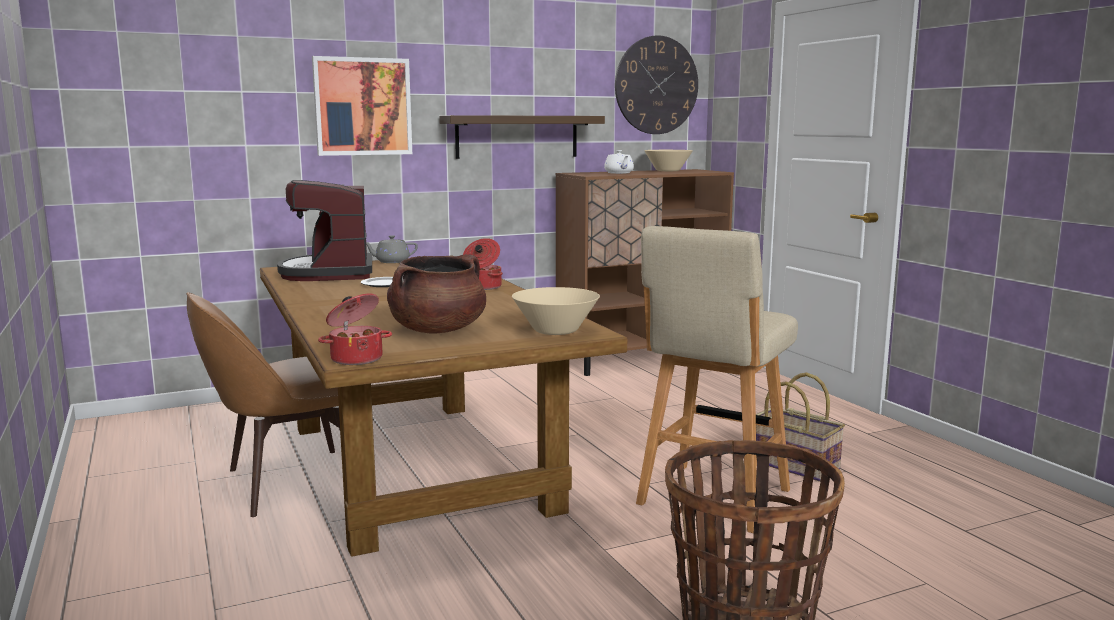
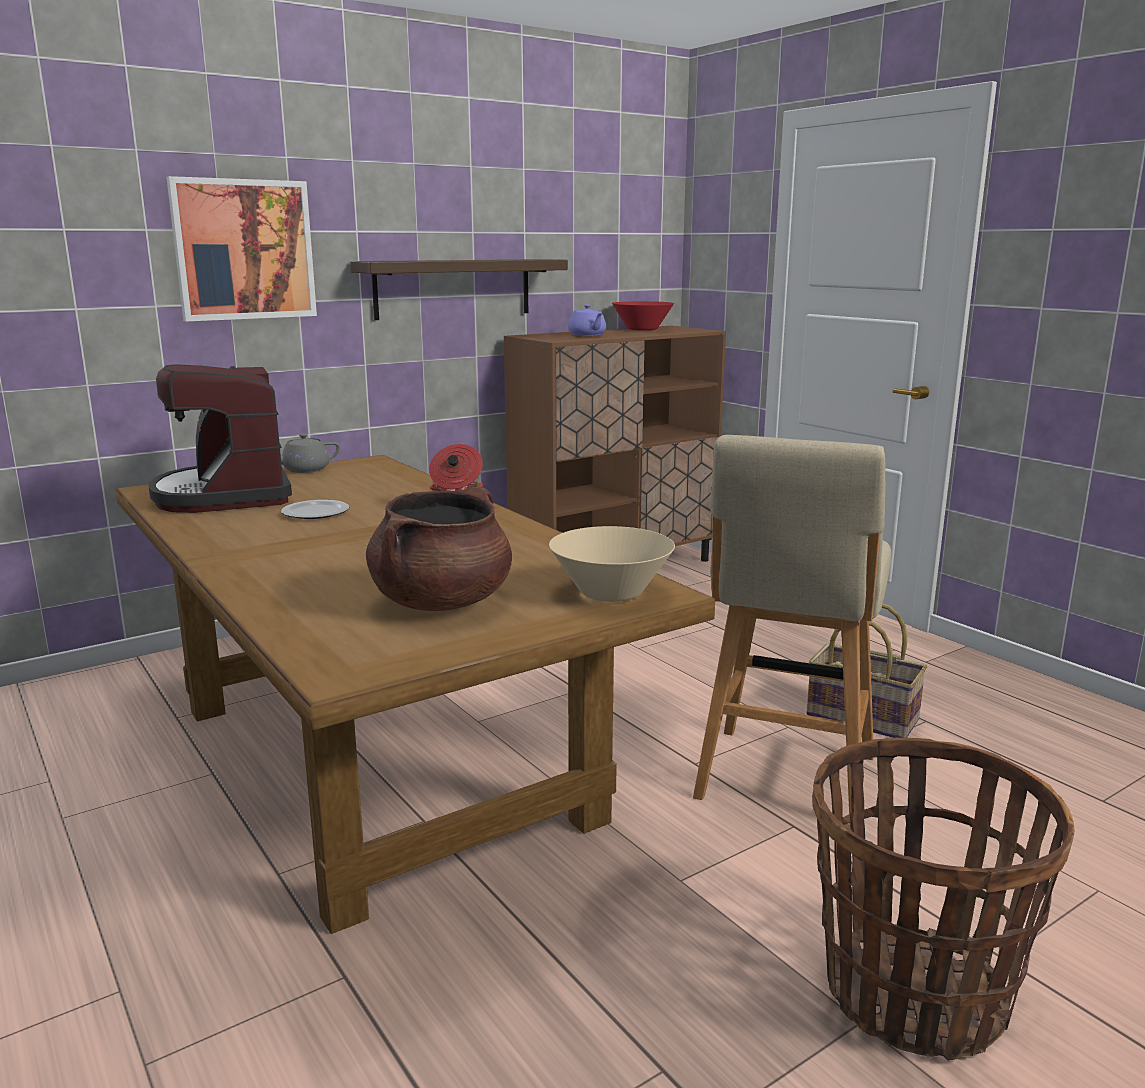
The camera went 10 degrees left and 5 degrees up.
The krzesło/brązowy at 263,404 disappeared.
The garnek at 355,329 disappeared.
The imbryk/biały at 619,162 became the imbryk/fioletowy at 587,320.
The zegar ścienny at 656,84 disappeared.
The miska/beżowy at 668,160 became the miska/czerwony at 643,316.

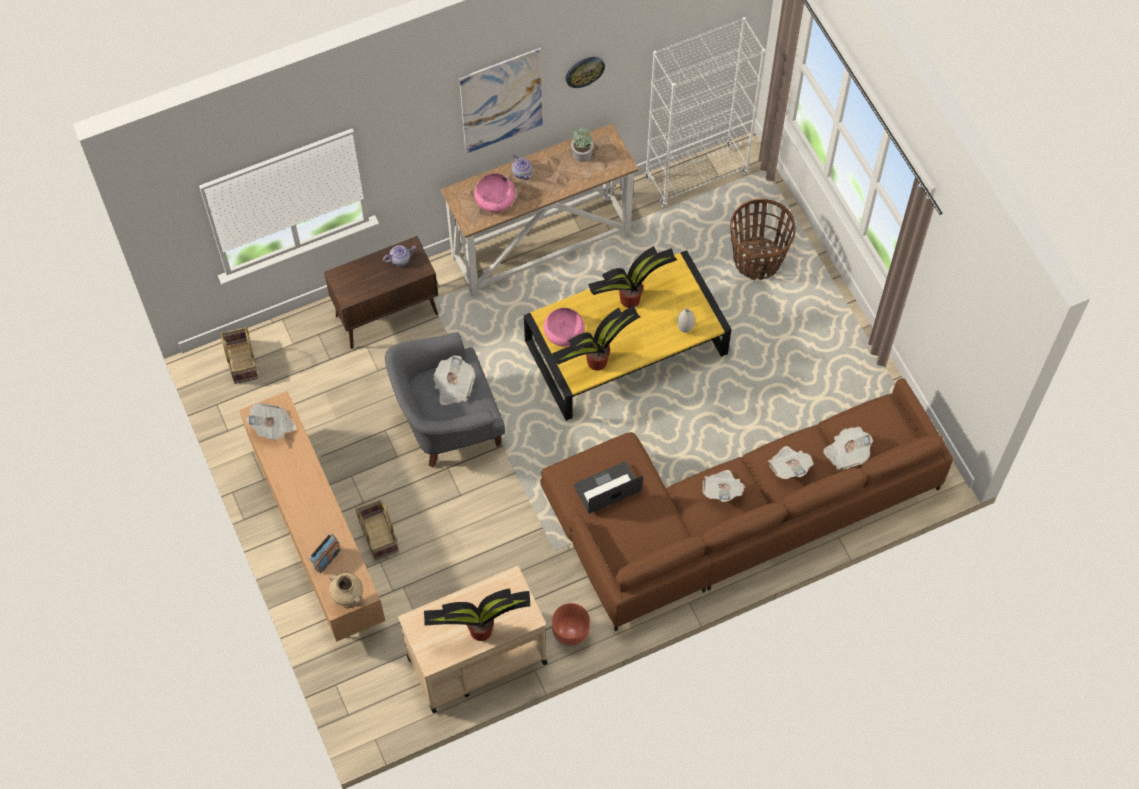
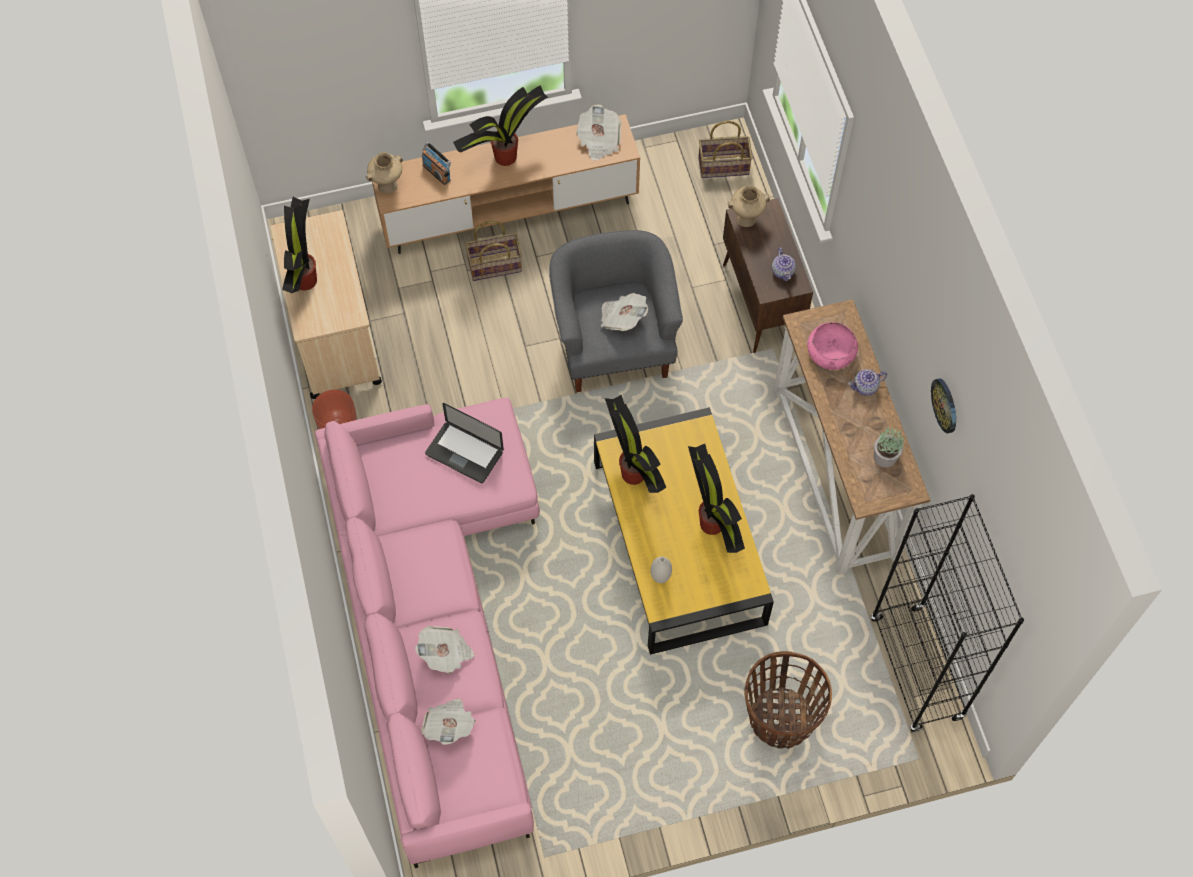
The camera went 100 degrees right and 0 degrees up.
The obraz at 500,101 disappeared.
The kanapa/brązowy at 747,504 became the kanapa/różowy at 427,633.
The miska/różowy at 564,327 disappeared.
The laptop at 608,487 turned 135 degrees clockwise.
The regał/biały at 705,112 became the regał/czarny at 947,613.
The gazeta at 723,486 disappeared.
The roślina doniczkowa at 500,125 appeared.
The wazon/beżowy at 749,206 appeared.

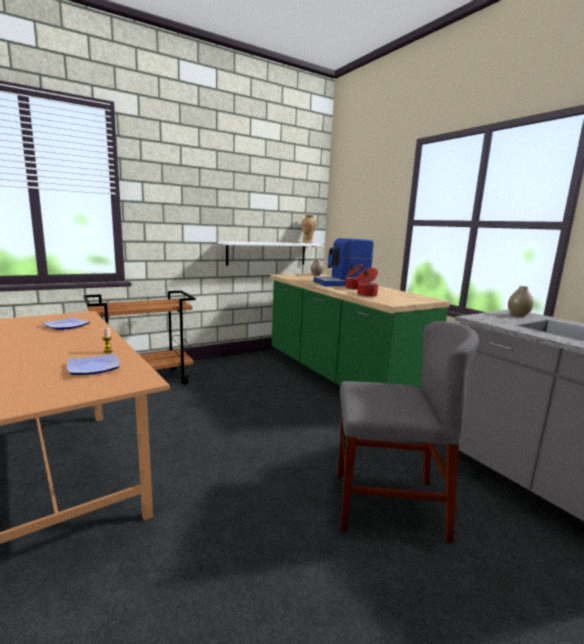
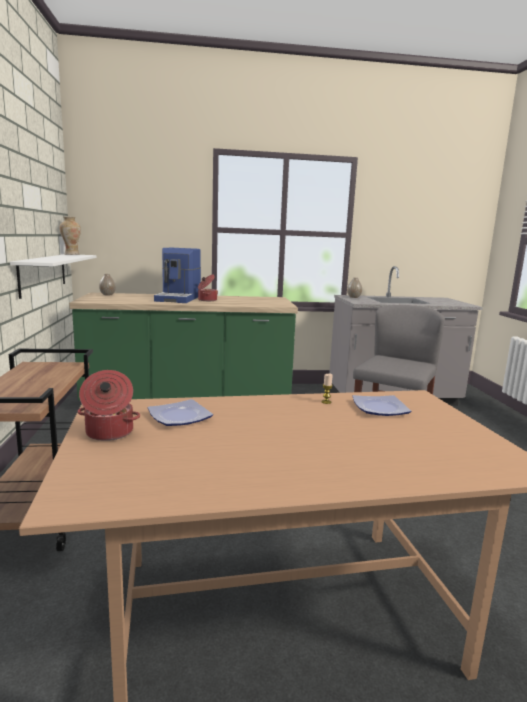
The camera went 65 degrees left and 0 degrees up.
The garnek moved from 367,282 to 108,405.

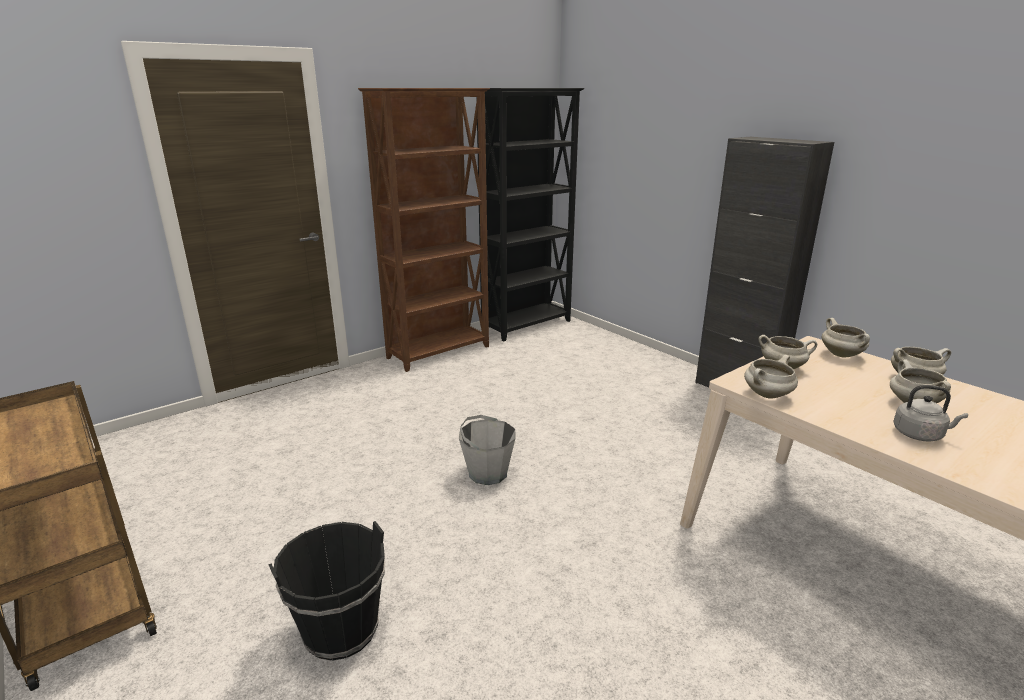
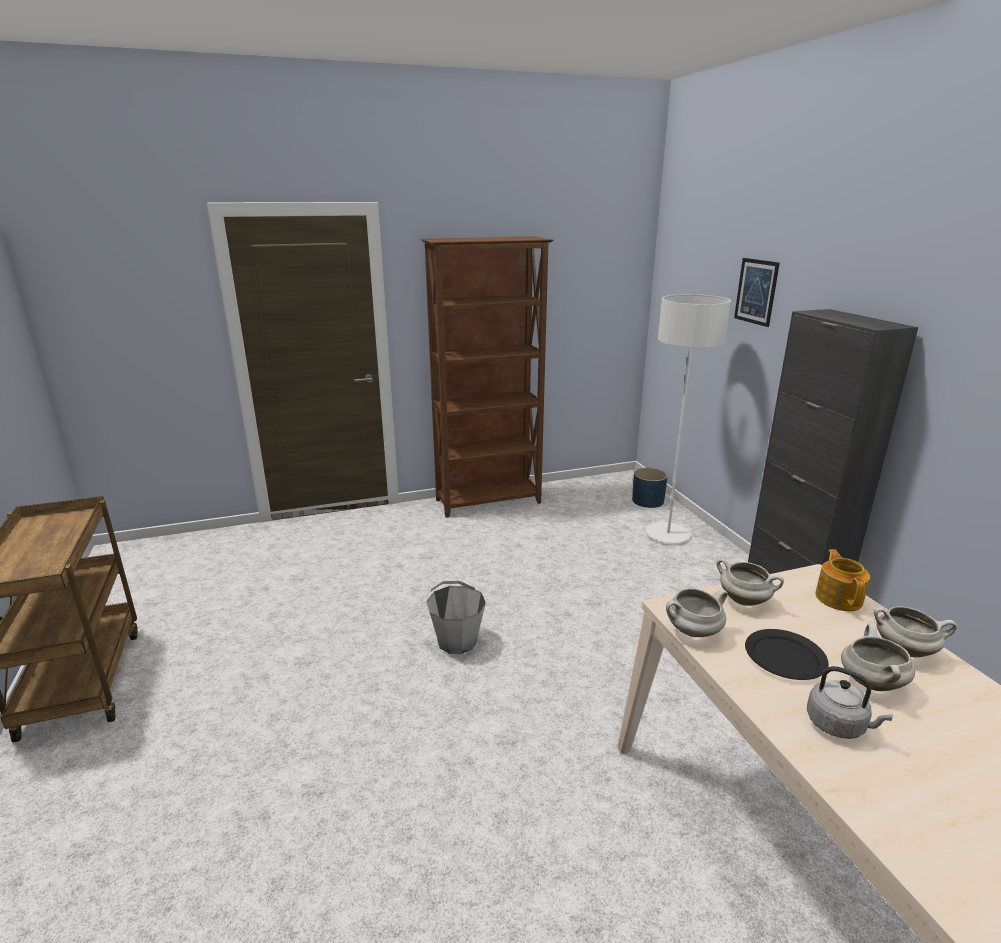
The camera went 20 degrees right and 0 degrees up.
The wiadro/czarny at 327,590 disappeared.
The regał/czarny at 530,214 disappeared.
The garnek/biały at 846,337 was replaced by the imbryk at 842,580.
The donica/niebieski at 650,488 appeared.
The lampa stojąca/biały at 688,418 appeared.
The obraz at 757,292 appeared.
The talerz/czarny at 787,654 appeared.

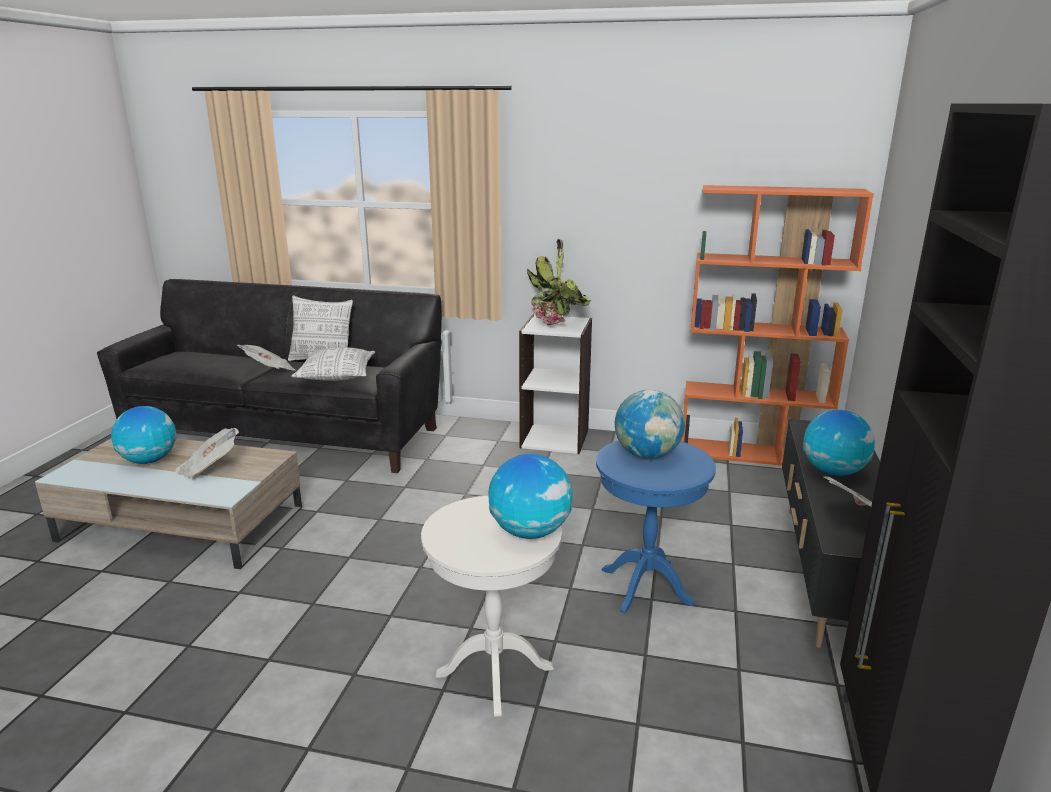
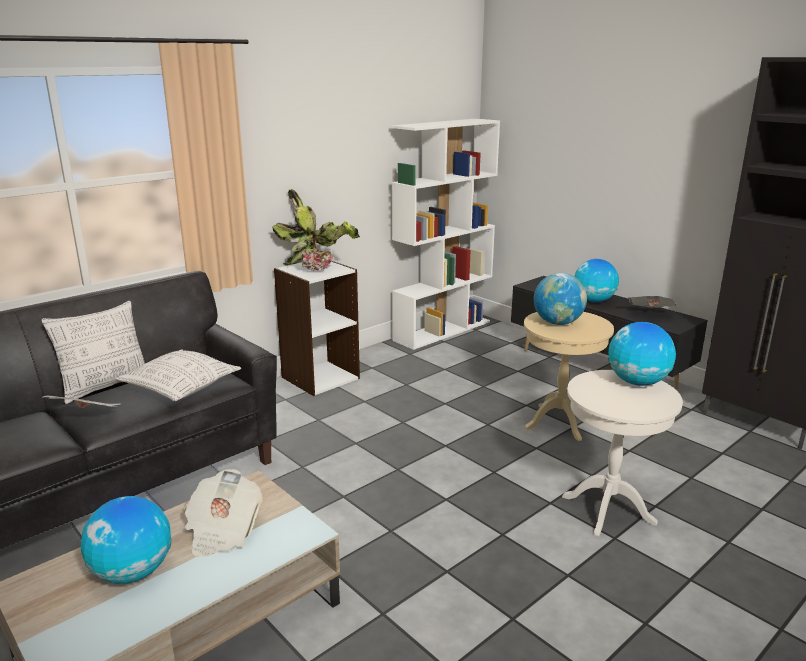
The camera went 55 degrees left and 0 degrees up.
The stolik/niebieski at 656,526 became the stolik/beżowy at 569,376.
The regał/pomarańczowy at 777,325 became the regał/biały at 445,234.

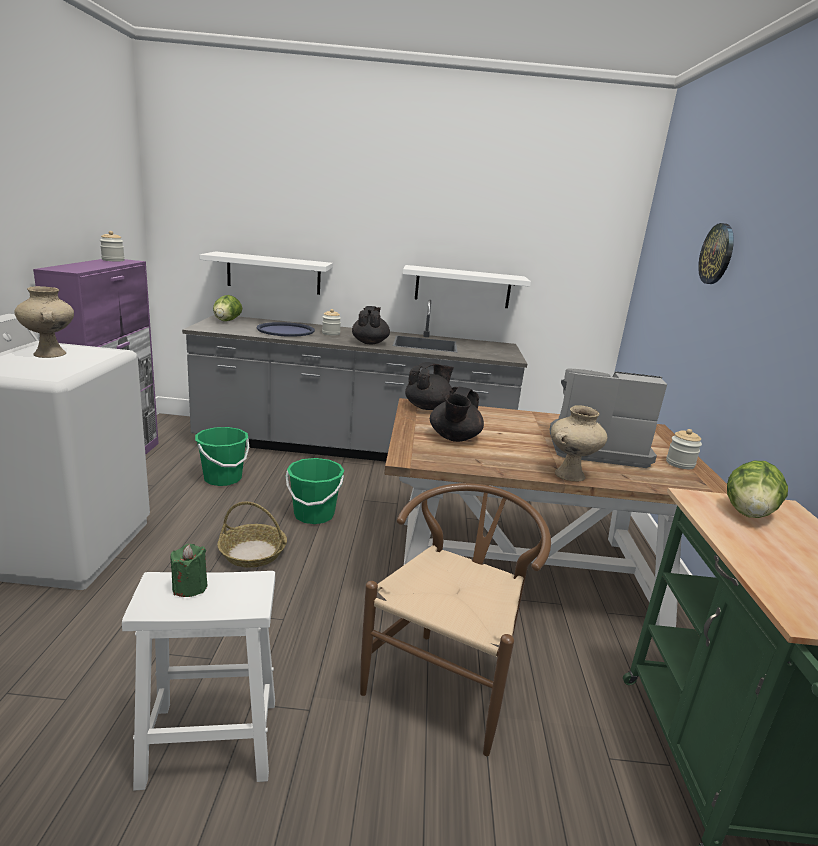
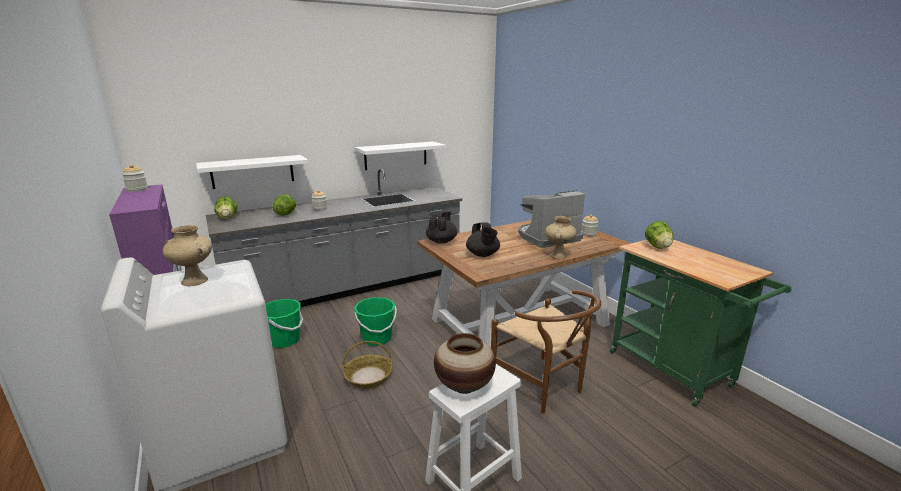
The camera went 30 degrees left and 0 degrees up.
The świeca/zielony at 188,570 was replaced by the wazon at 465,363.
The taca/niebieski at 286,329 was replaced by the sałata at 284,205.
The imbryk/czarny at 371,325 disappeared.
The krzesło/brązowy at 455,619 turned 150 degrees clockwise.
The zegar ścienny at 716,253 disappeared.

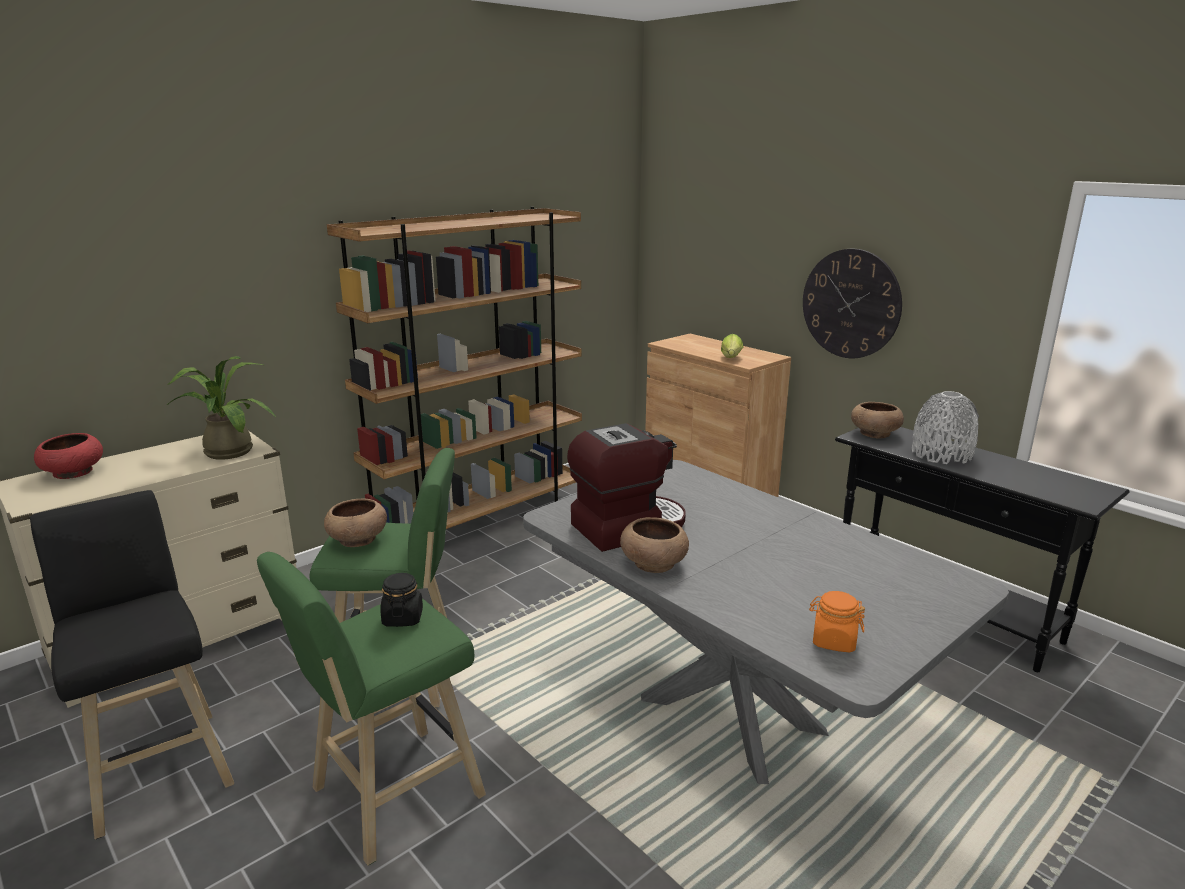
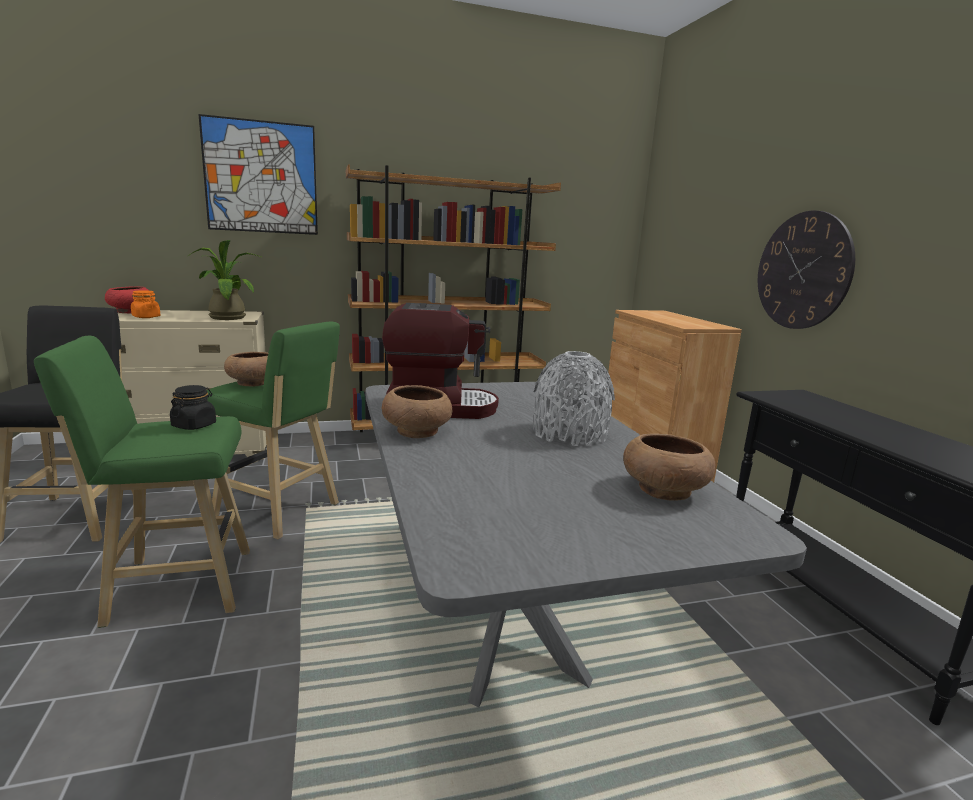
The camera went 25 degrees right and 5 degrees down.
The sałata at 732,346 disappeared.
The słoik/pomarańczowy moved from 837,621 to 146,304.
The miska/brązowy moved from 877,420 to 669,467.
The wazon/szary moved from 945,427 to 574,398.
The obraz at 258,174 appeared.

